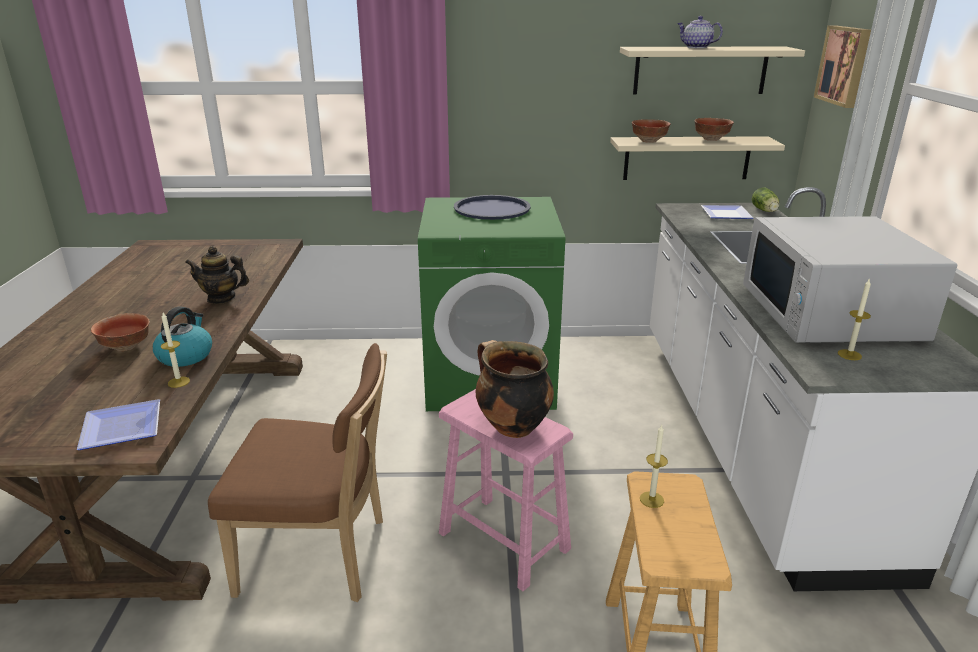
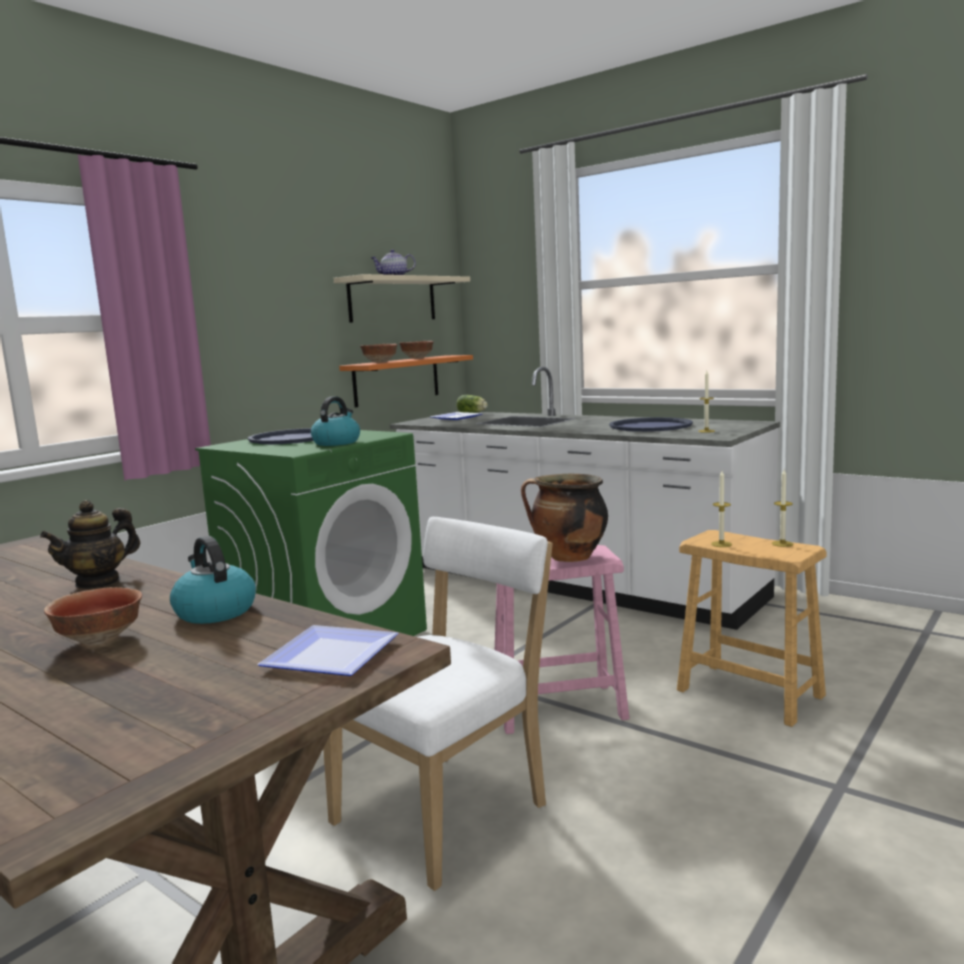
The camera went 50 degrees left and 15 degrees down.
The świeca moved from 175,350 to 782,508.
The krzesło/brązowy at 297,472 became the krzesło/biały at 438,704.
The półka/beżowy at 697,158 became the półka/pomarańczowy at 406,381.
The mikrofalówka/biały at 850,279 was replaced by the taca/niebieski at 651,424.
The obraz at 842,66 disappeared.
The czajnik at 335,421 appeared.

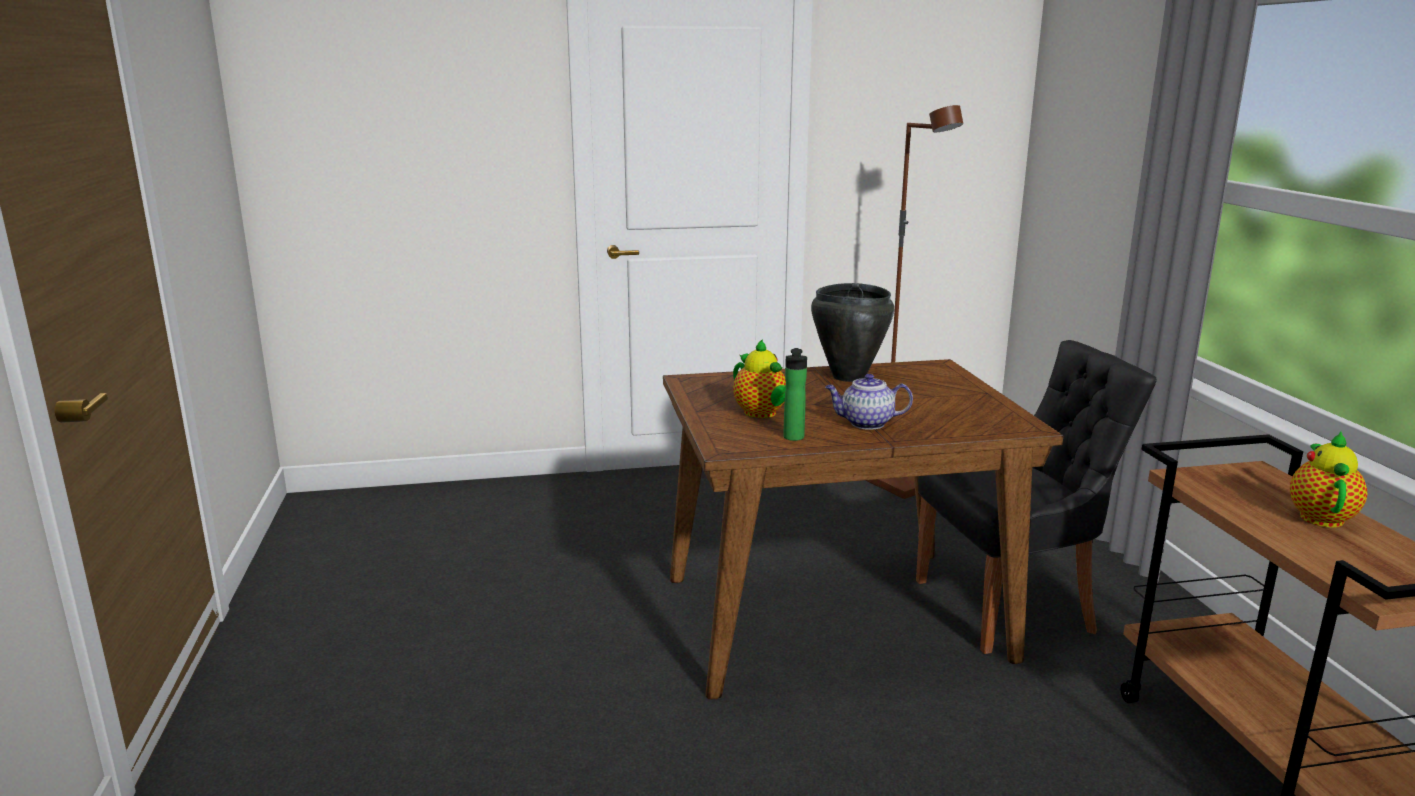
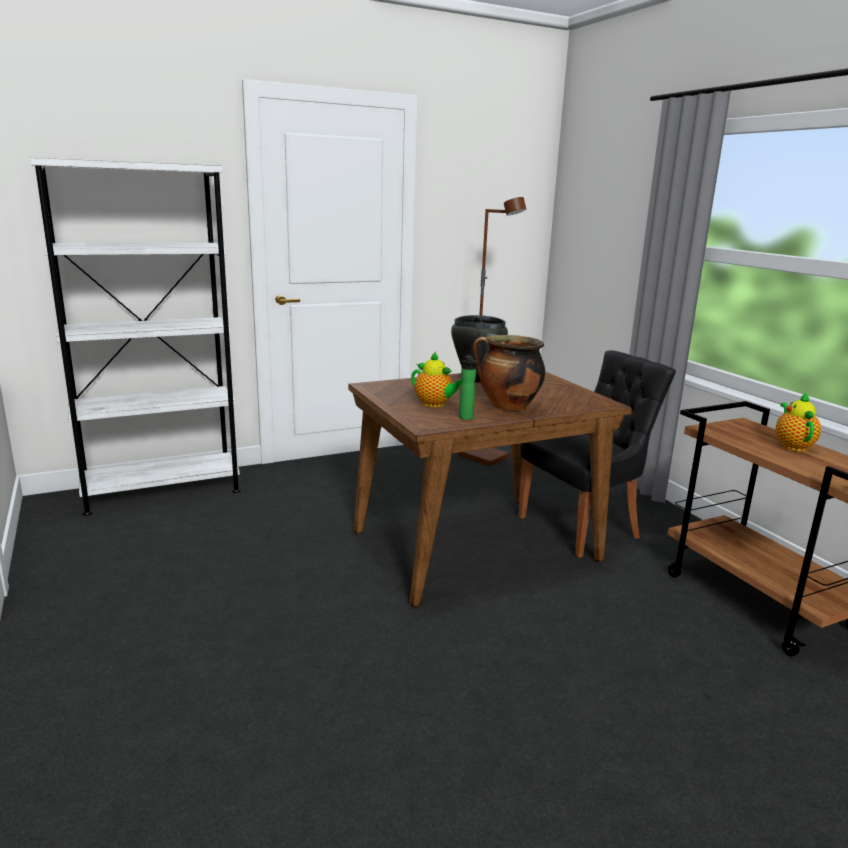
The camera went 15 degrees left and 0 degrees up.
The imbryk at 869,402 was replaced by the garnek at 509,373.
The regał/biały at 135,337 appeared.

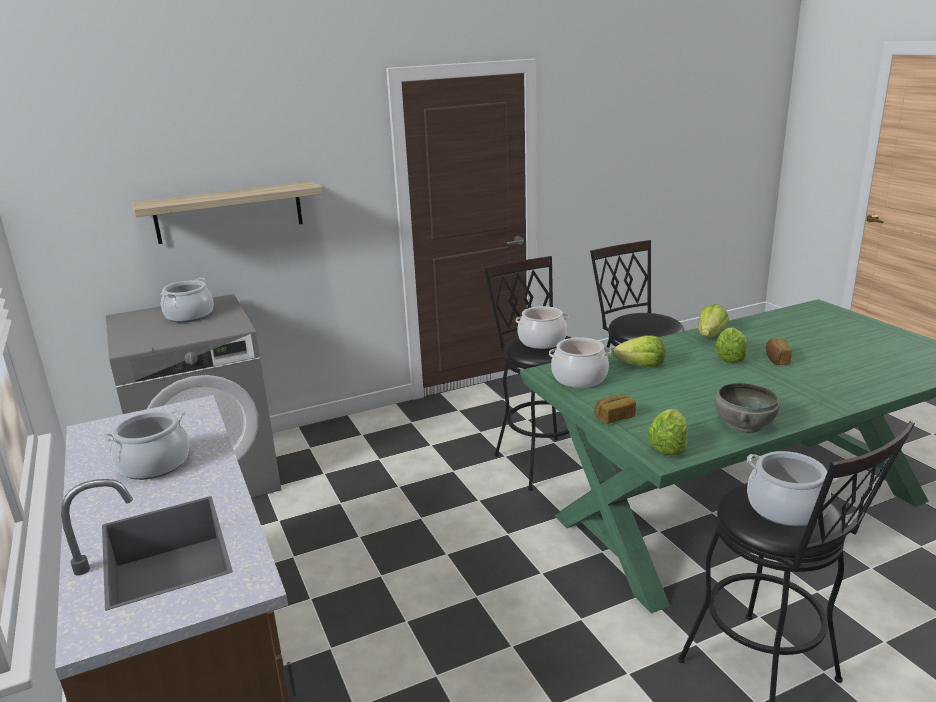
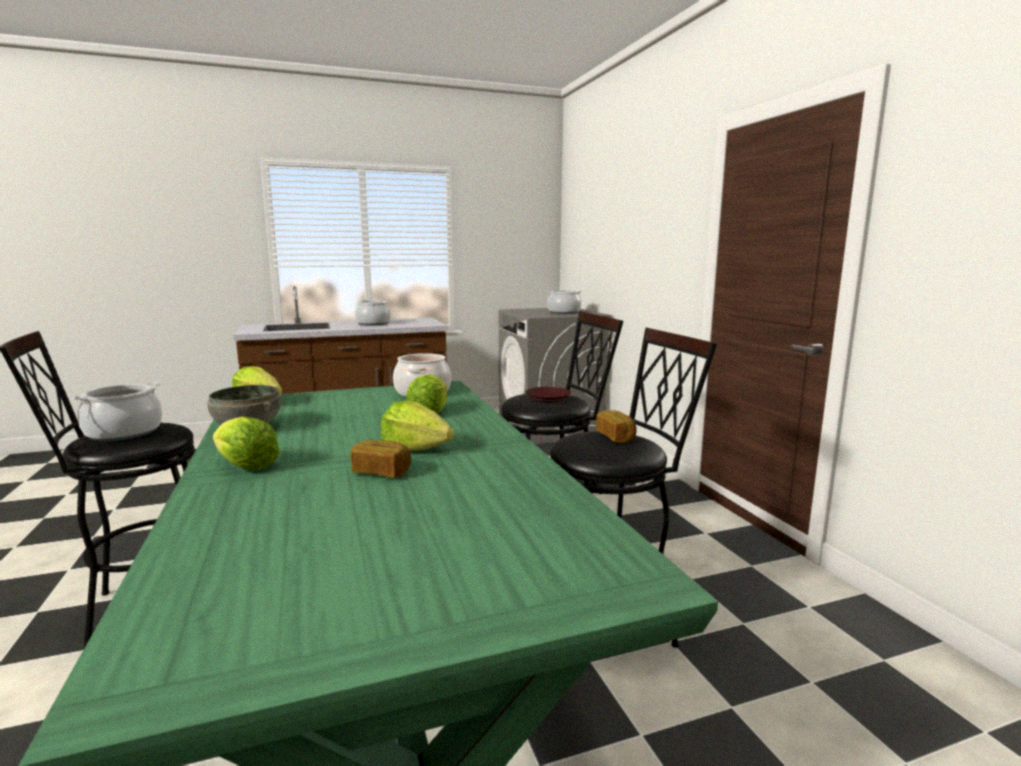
The camera went 95 degrees right and 10 degrees down.
The półka at 227,212 disappeared.
The garnek at 542,327 was replaced by the talerz/brązowy at 548,394.
The chleb moved from 615,409 to 616,426.
The sałata moved from 713,320 to 246,443.

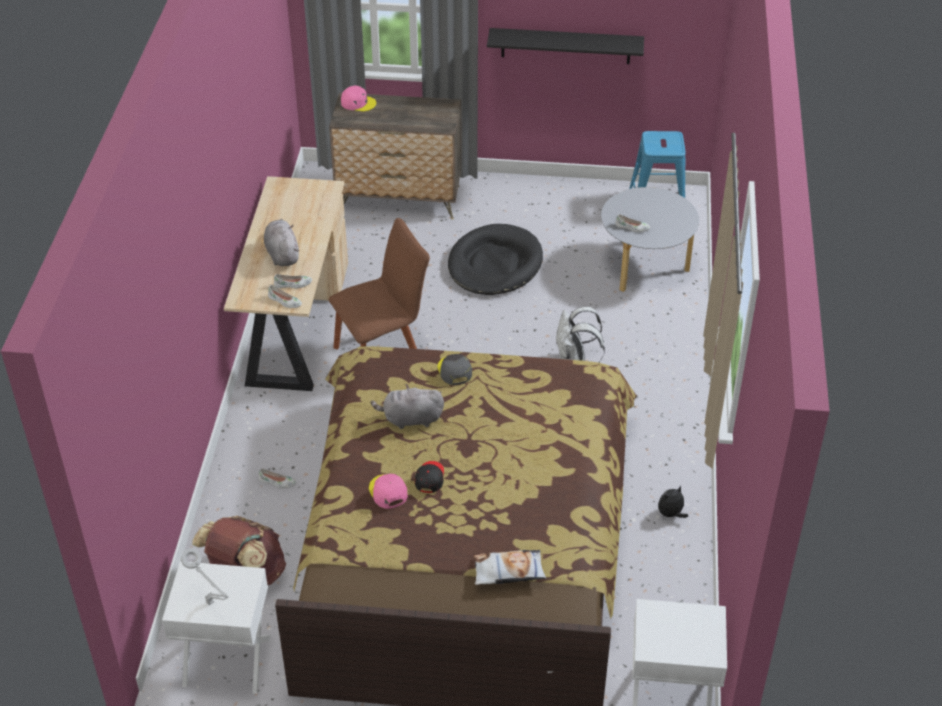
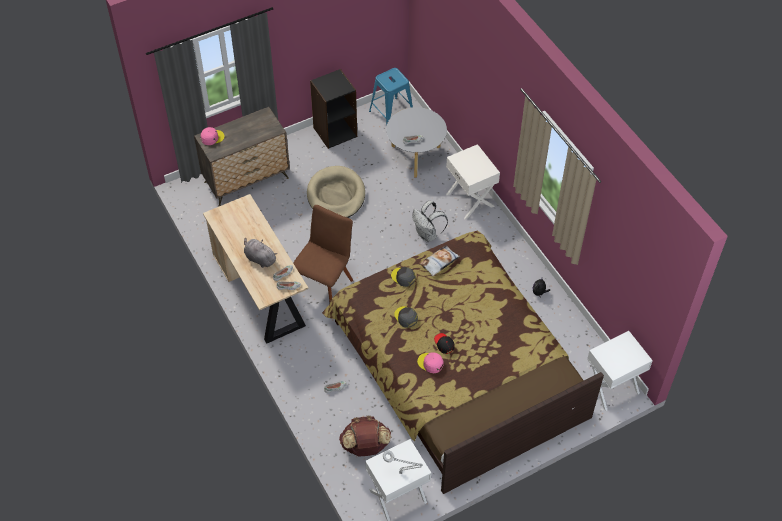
The camera went 35 degrees left and 10 degrees up.
The pluszak/szary at 407,406 was replaced by the czapka z daszkiem/szary at 406,317.
The legowisko/czarny at 495,259 became the legowisko/beżowy at 336,192.
The poduszka moved from 509,567 to 440,260.
The półka/czarny at 565,46 disappeared.
The regał/czarny at 333,109 appeared.
The szafka nocna/biały at 473,181 appeared.

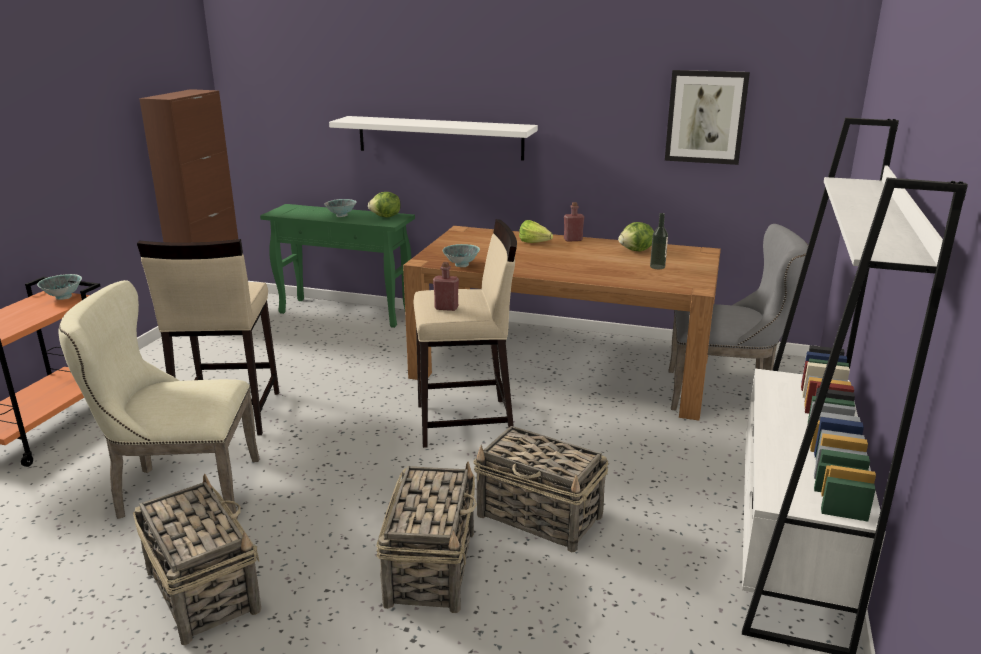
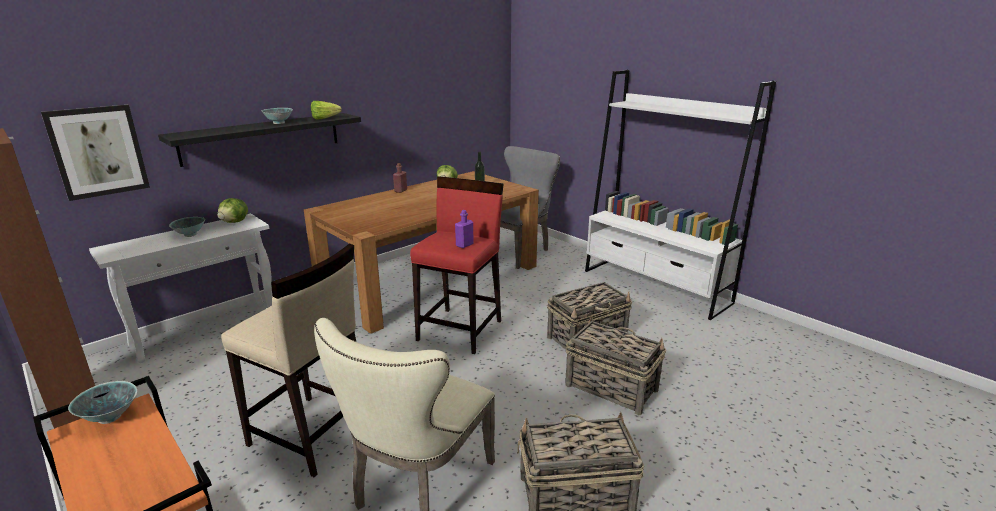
The camera went 60 degrees left and 0 degrees up.
The stolik konsolowy/zielony at 337,266 became the stolik konsolowy/biały at 180,288.
The półka/biały at 433,138 became the półka/czarny at 259,140.
The stołek/beżowy at 465,333 became the stołek/czerwony at 456,265.
The butelka/czerwony at 446,286 became the butelka/fioletowy at 464,229.
The miska moved from 461,255 to 277,116.
The sałata moved from 536,231 to 326,110.
The obraz moved from 707,117 to 95,153.

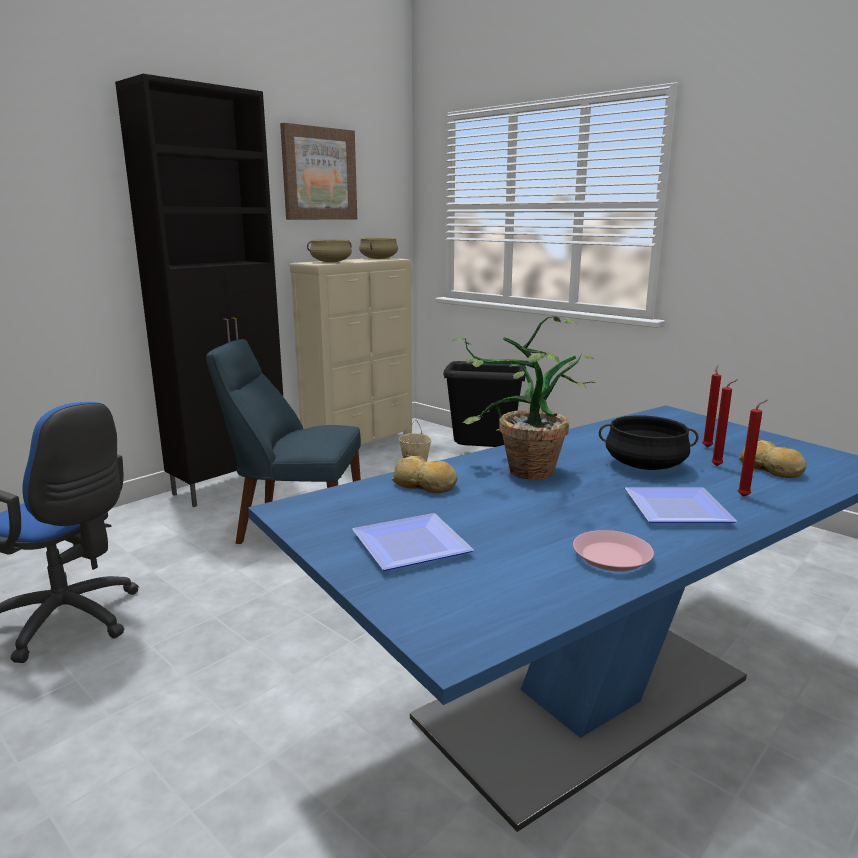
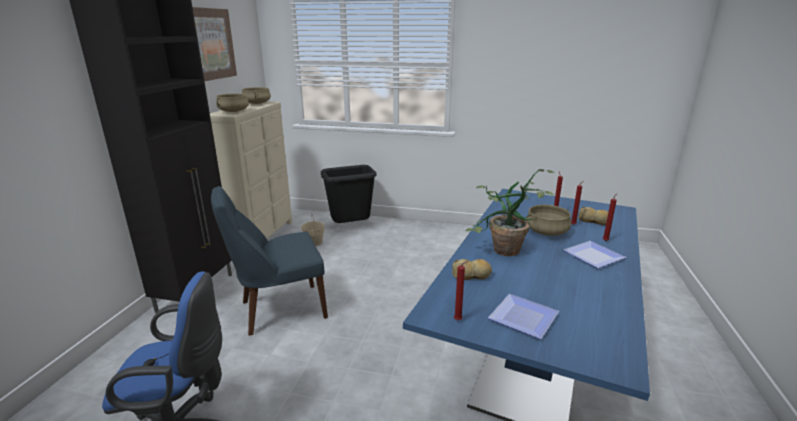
The camera went 30 degrees left and 5 degrees up.
The talerz/różowy at 613,551 disappeared.
The garnek/czarny at 648,442 became the garnek/beżowy at 548,220.
The świeca/czerwony at 461,290 appeared.

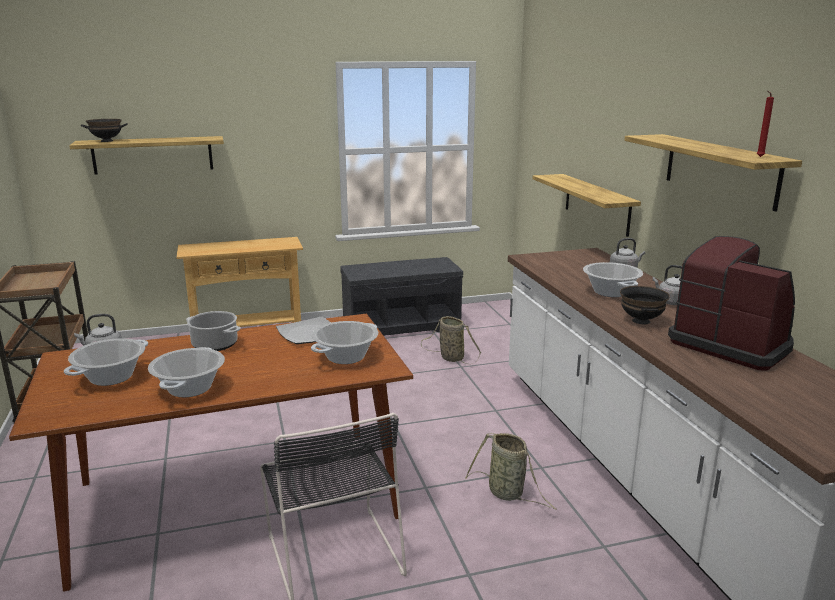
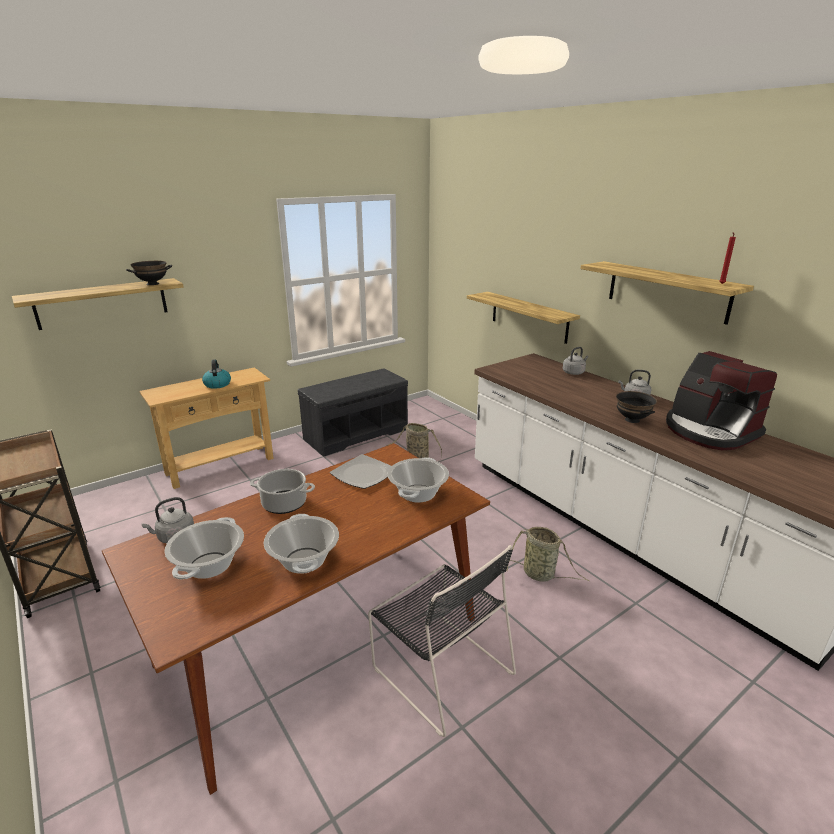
The camera went 20 degrees left and 5 degrees up.
The miska/czarny moved from 104,130 to 149,273.
The garnek at 613,279 disappeared.
The ekspres do kawy at 731,303 turned 150 degrees counterclockwise.
The czajnik at 216,374 appeared.

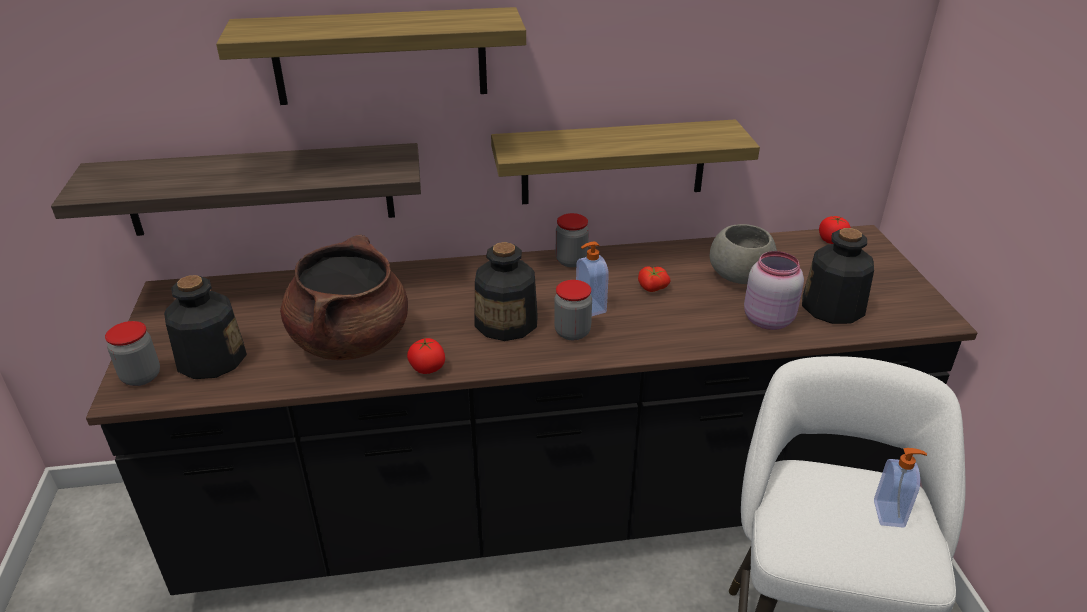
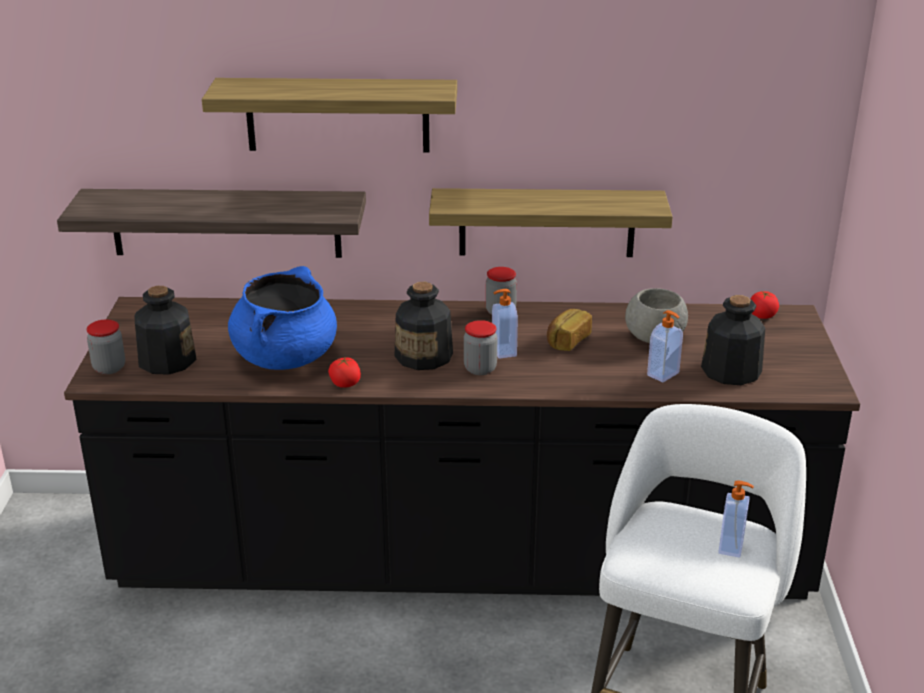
The camera went 10 degrees right and 5 degrees down.
The garnek/brązowy at 344,297 became the garnek/niebieski at 282,318.
The pomidor at 654,279 was replaced by the chleb at 569,330.
The słoik/różowy at 774,290 was replaced by the dozownik mydła at 665,346.

